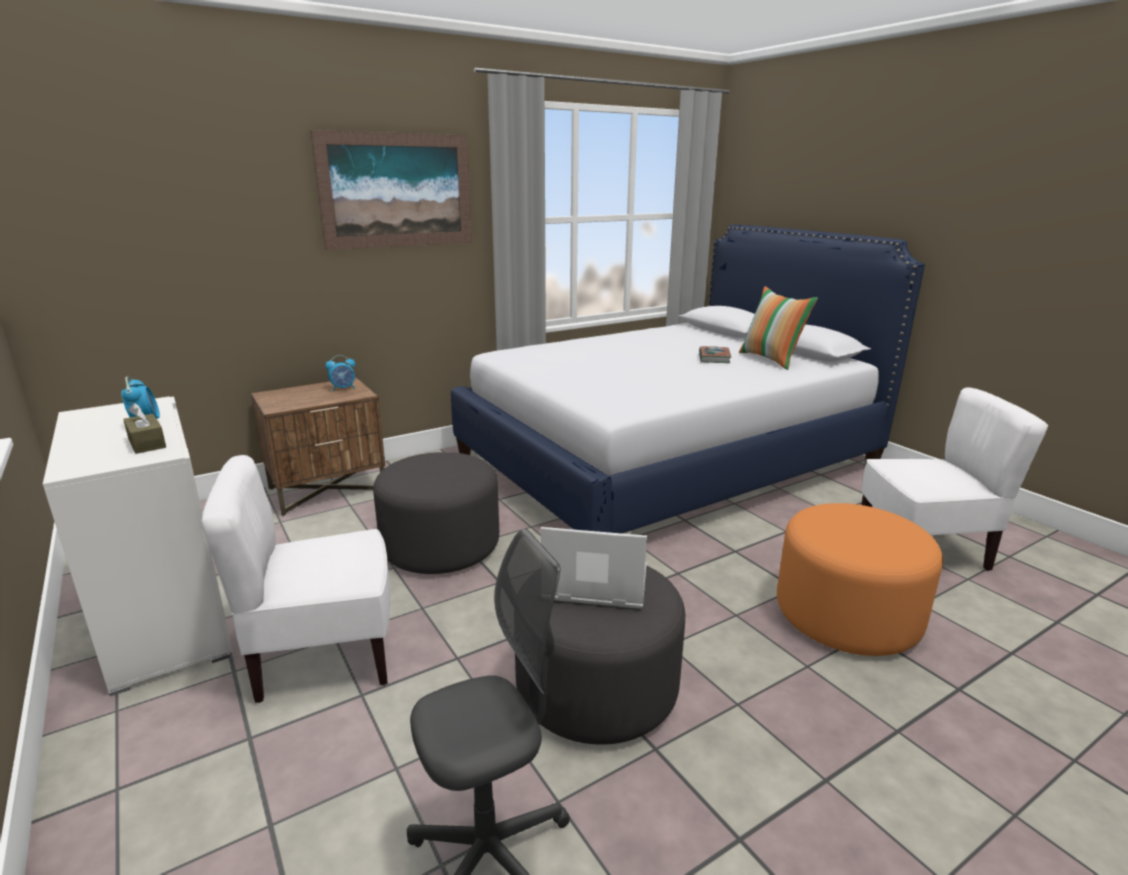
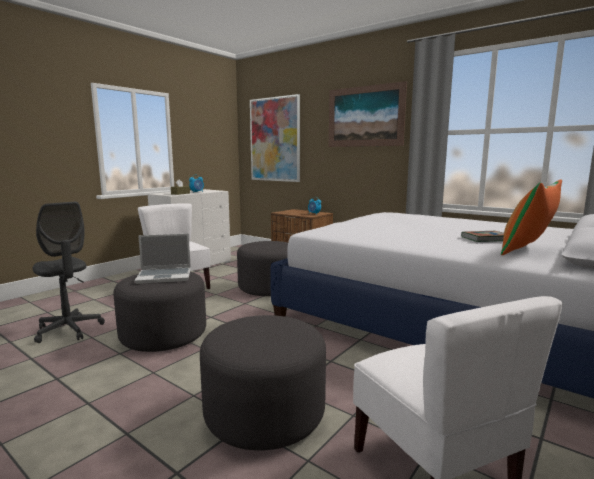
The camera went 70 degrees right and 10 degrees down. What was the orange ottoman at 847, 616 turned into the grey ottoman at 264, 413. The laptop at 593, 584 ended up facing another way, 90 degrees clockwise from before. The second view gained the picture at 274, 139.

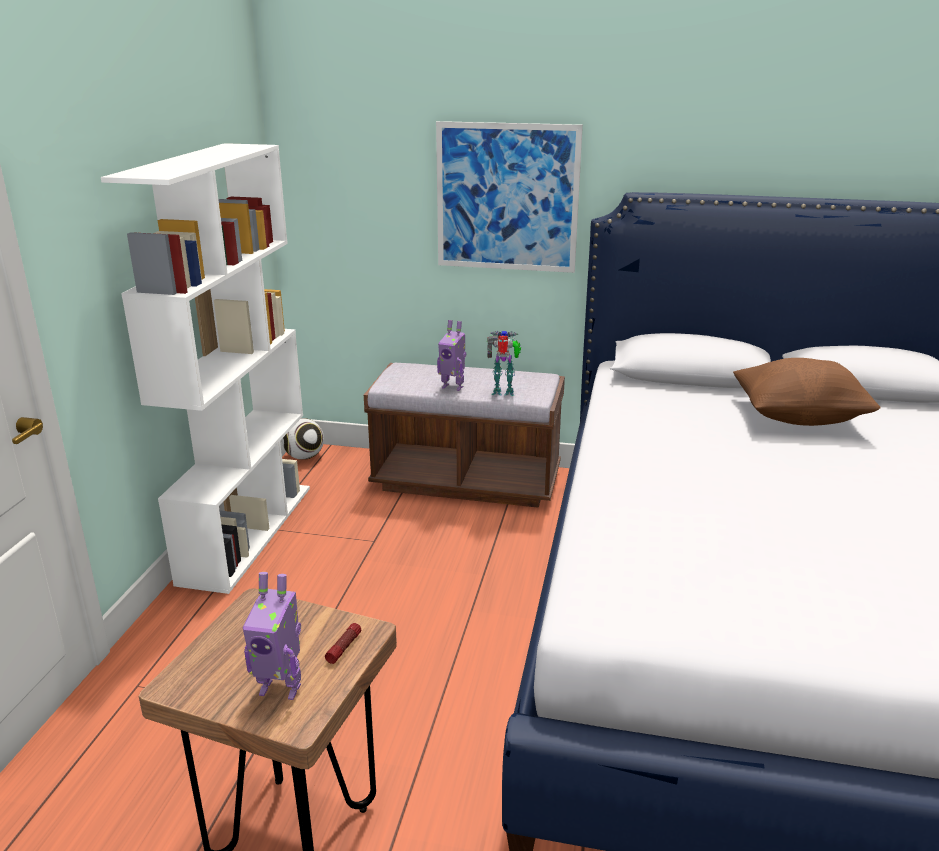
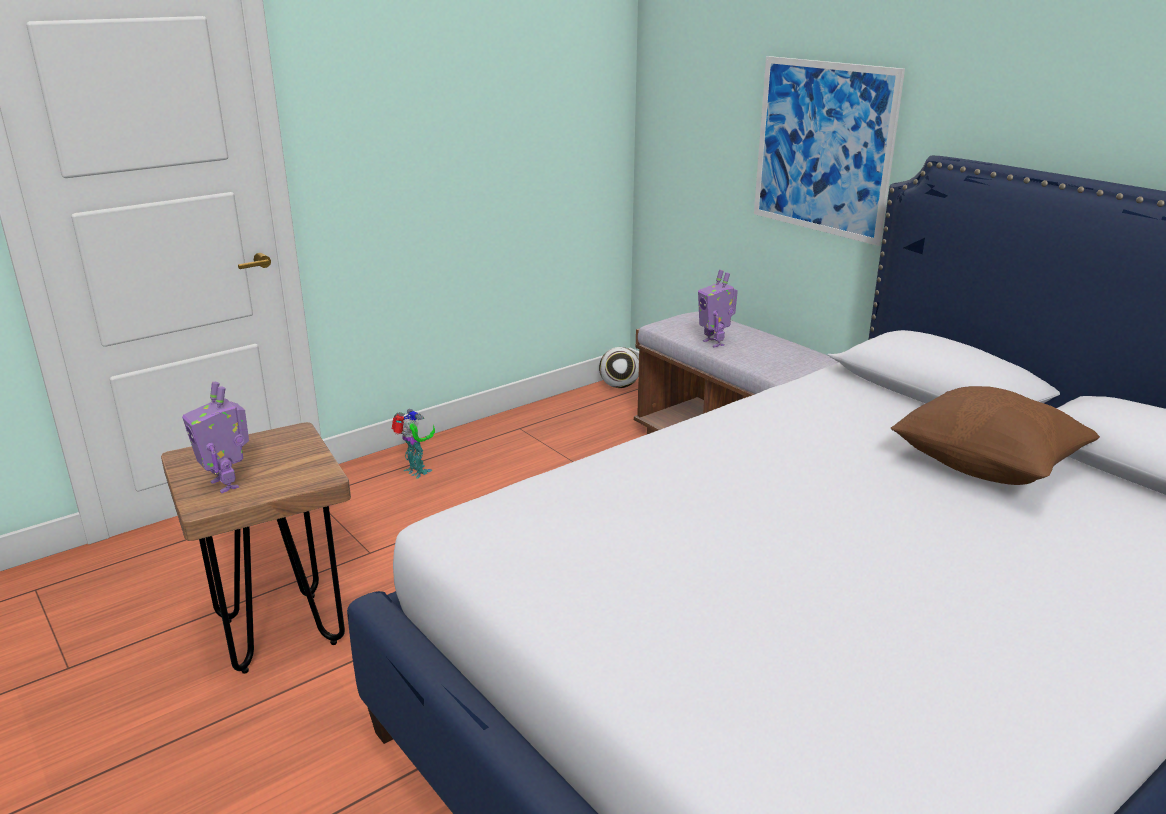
The camera went 40 degrees right and 0 degrees up. The second view lost the white bookcase at 247, 532. The toy robot ended up elsewhere, having gone from 504, 393 to 416, 472. The second view lost the flashlight at 344, 647.

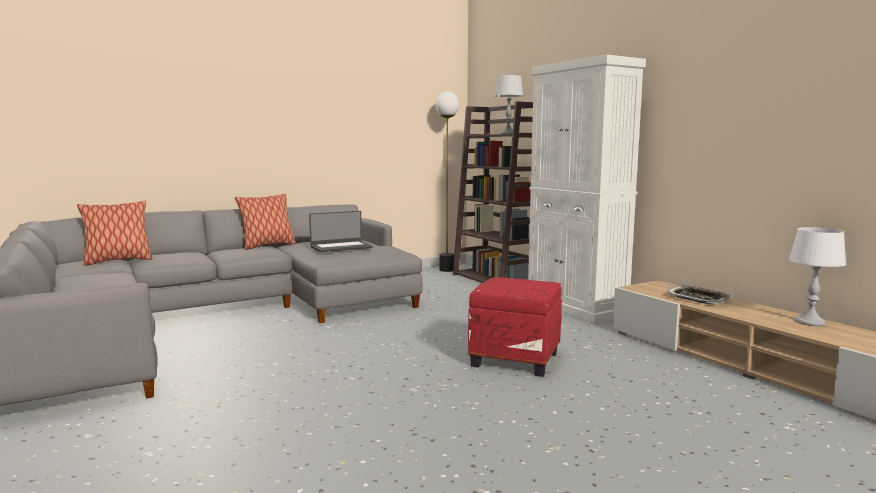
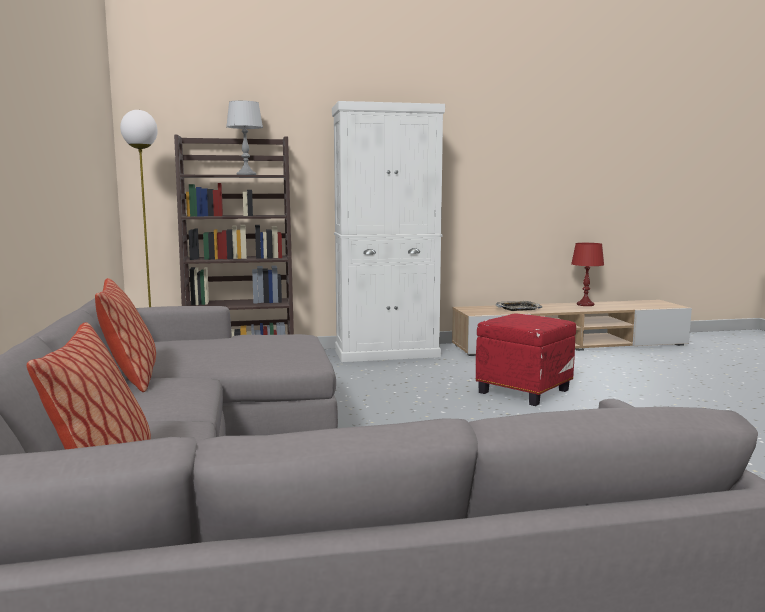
The camera went 70 degrees left and 0 degrees up. The second view lost the laptop at 341, 247. What was the white table lamp at 809, 322 turned into the red table lamp at 585, 304.

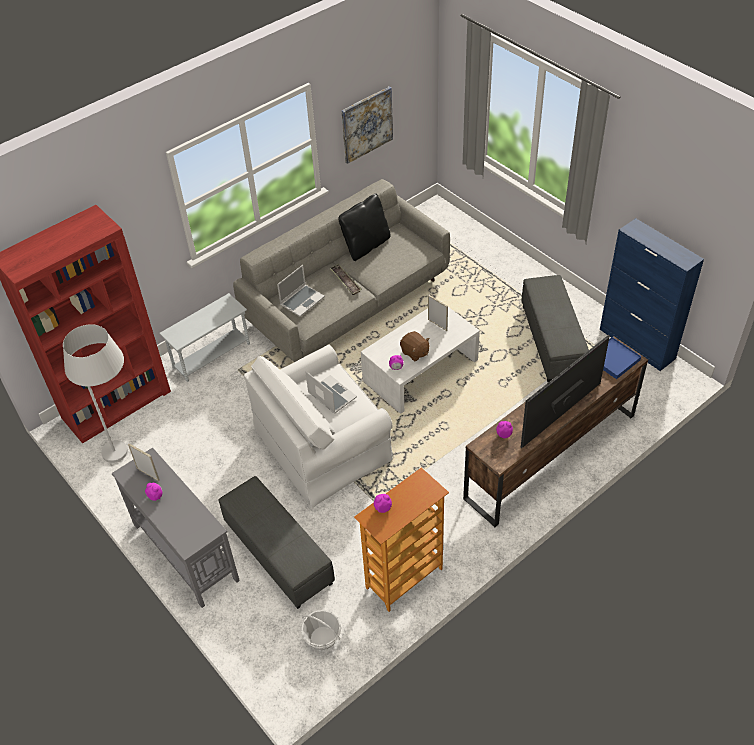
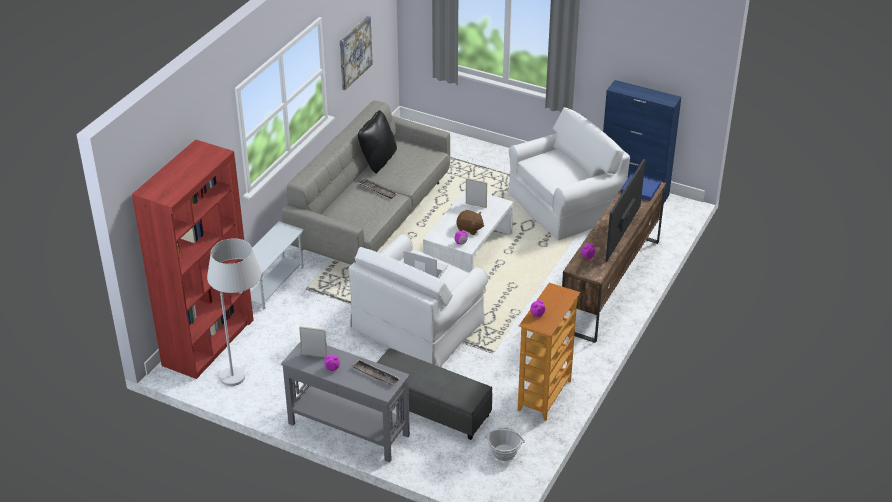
The camera went 25 degrees left and 10 degrees down. The second view lost the laptop at 302, 301. Where the grey ottoman stood at 552, 341, the white armchair came to stand at 565, 205. The second view gained the tray at 375, 374.

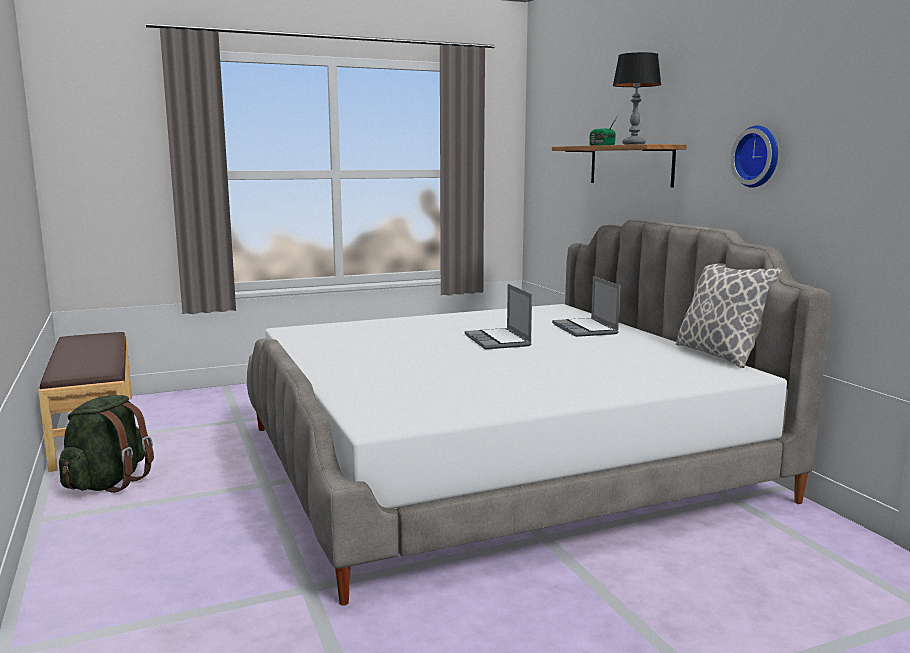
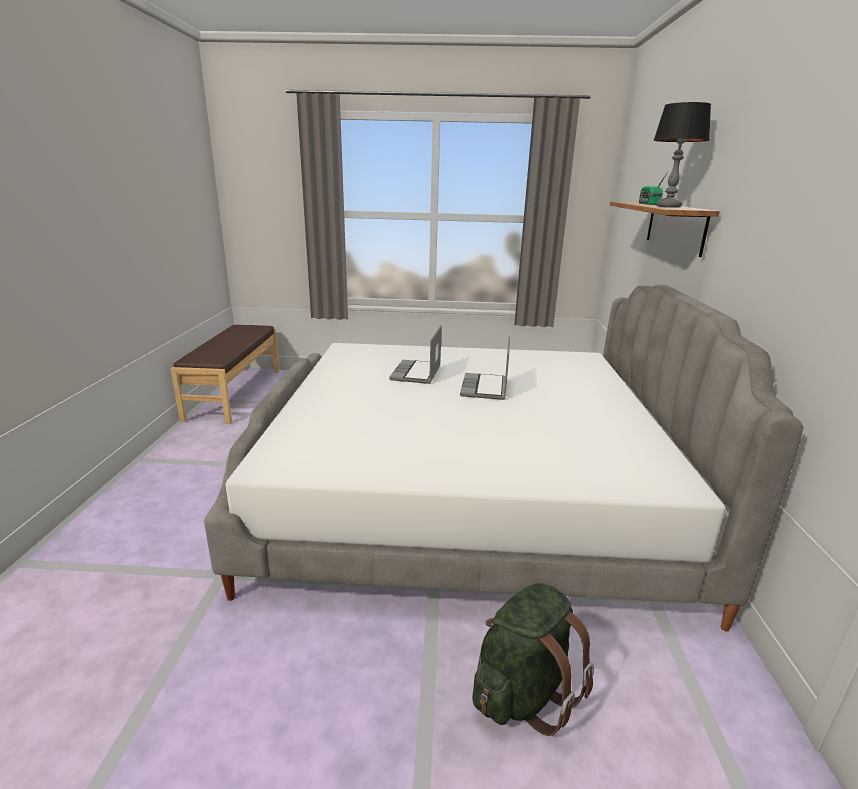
The camera went 25 degrees right and 10 degrees up. The second view lost the wall clock at 758, 156. The second view lost the pillow at 719, 355. The laptop ended up elsewhere, having gone from 586, 329 to 417, 373. The green backpack ended up elsewhere, having gone from 108, 483 to 523, 692.

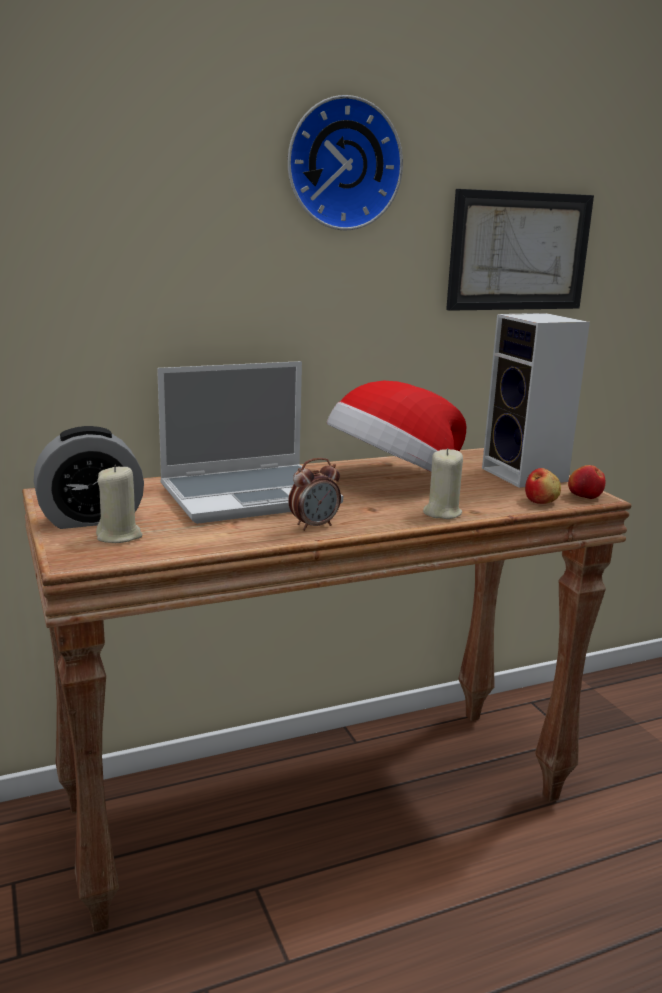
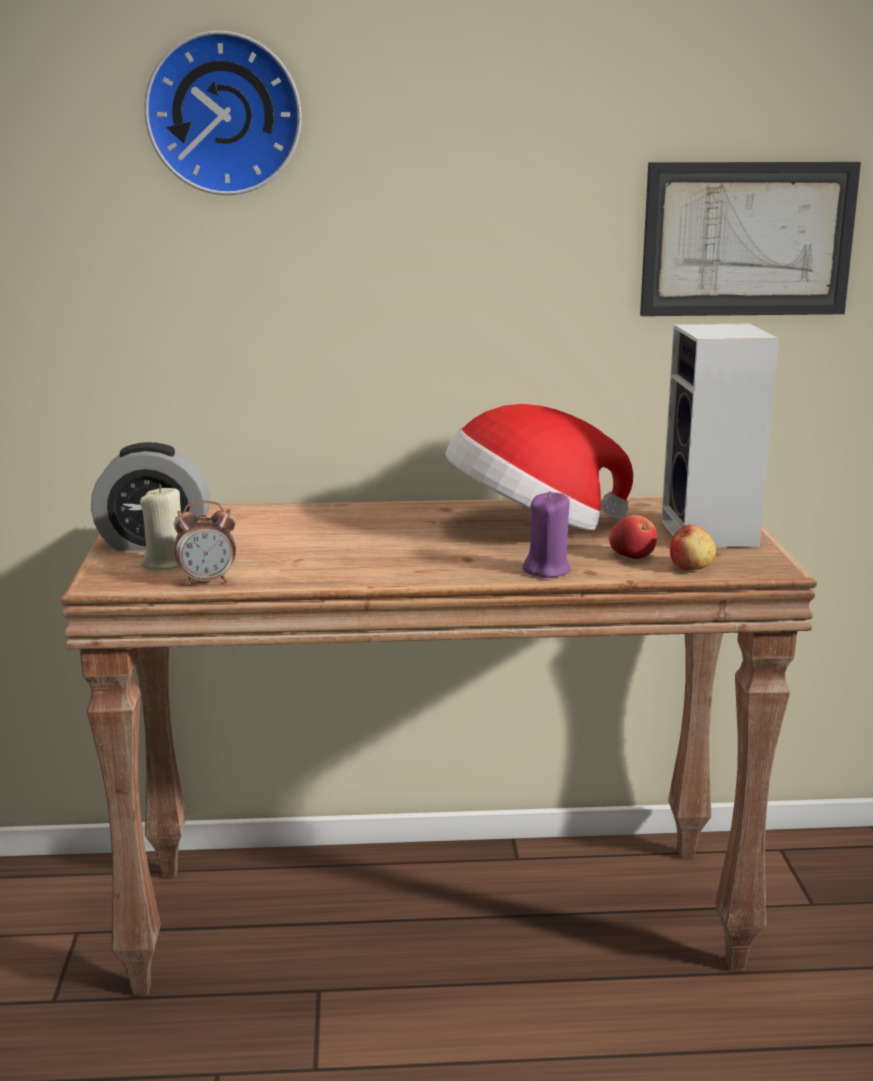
The camera went 20 degrees right and 0 degrees up. The wall clock ended up elsewhere, having gone from 342, 164 to 224, 114. The second view lost the laptop at 251, 495. What was the beige candle at 442, 513 turned into the purple candle at 547, 570. The alarm clock ended up elsewhere, having gone from 314, 526 to 207, 581. The apple ended up elsewhere, having gone from 584, 496 to 632, 555.

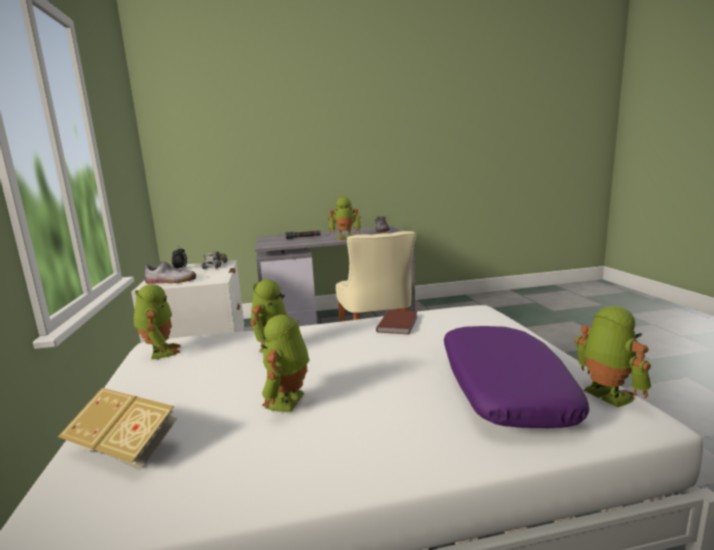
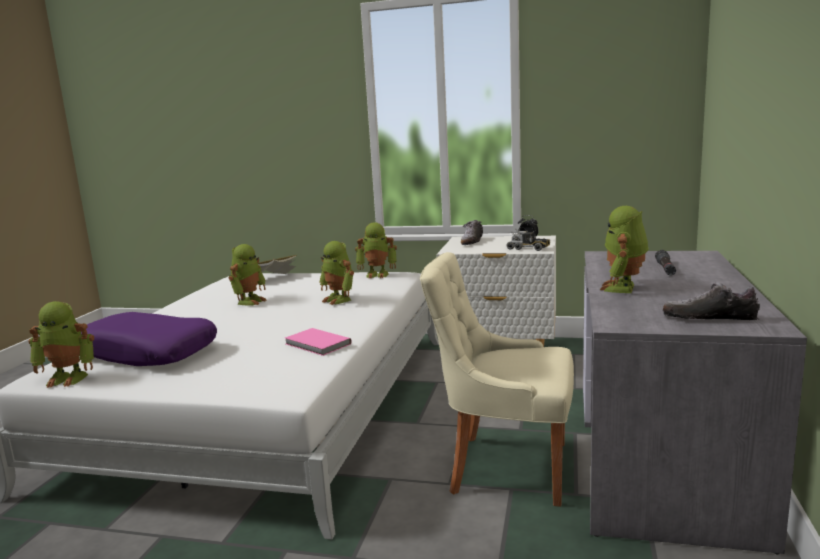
The camera went 115 degrees right and 0 degrees up. What was the brown book at 399, 324 turned into the pink book at 317, 344. The toy robot at 288, 401 ended up facing another way, 75 degrees clockwise from before.

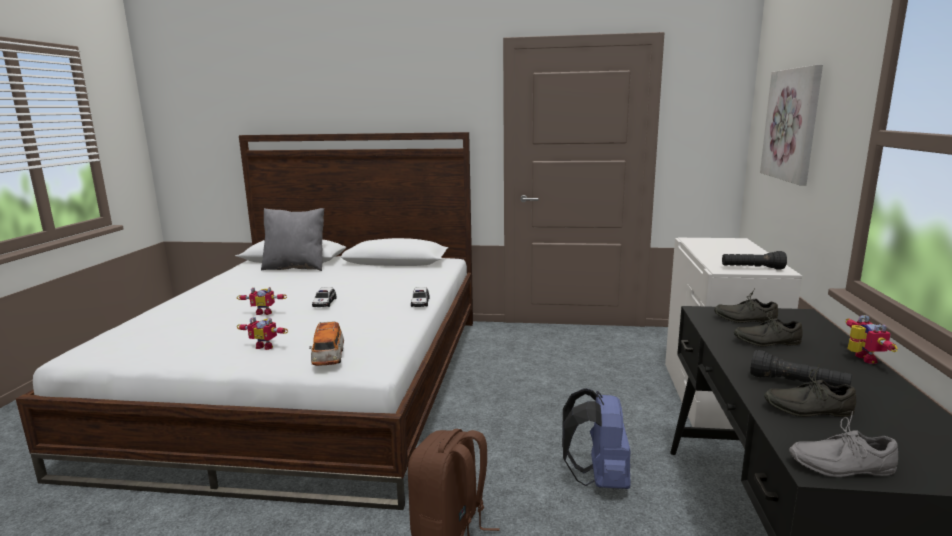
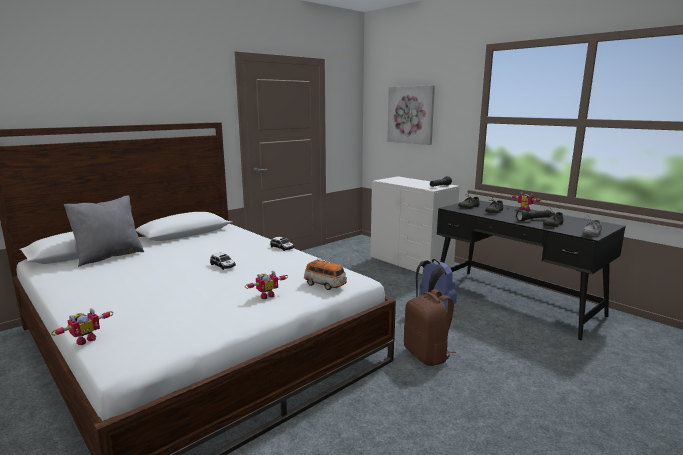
The camera went 50 degrees left and 0 degrees up. The toy robot ended up elsewhere, having gone from 265, 312 to 85, 340.

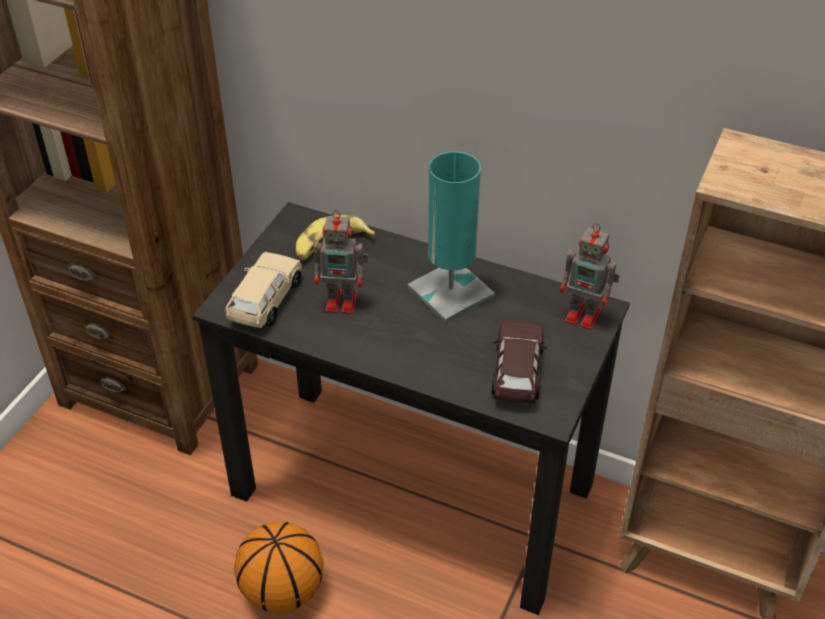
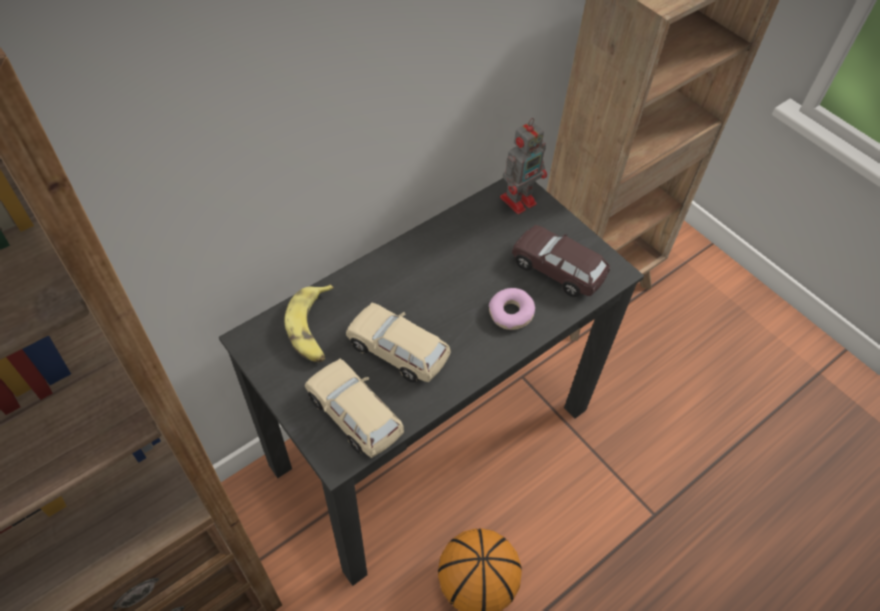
The camera went 65 degrees left and 10 degrees up. The second view lost the turquoise table lamp at 450, 292. Where the toy robot stood at 343, 301, the beige toy car came to stand at 398, 351. The second view gained the donut at 510, 313.

